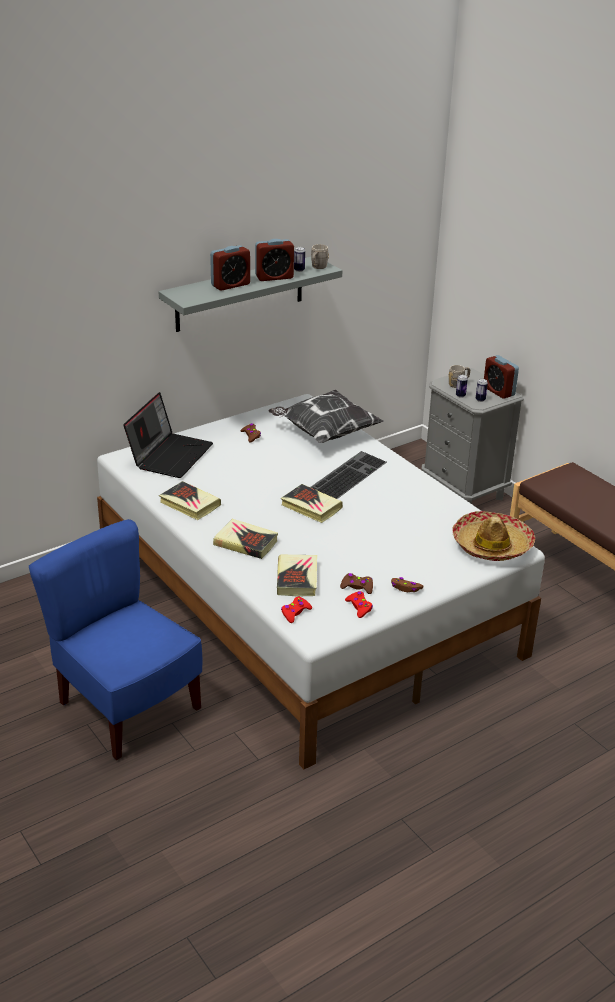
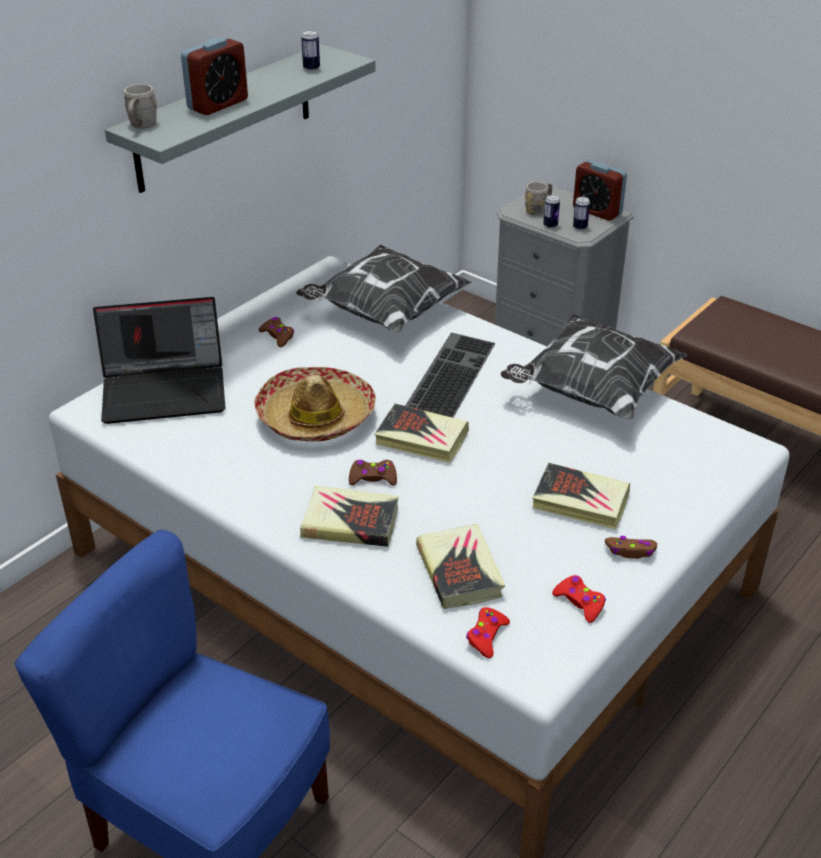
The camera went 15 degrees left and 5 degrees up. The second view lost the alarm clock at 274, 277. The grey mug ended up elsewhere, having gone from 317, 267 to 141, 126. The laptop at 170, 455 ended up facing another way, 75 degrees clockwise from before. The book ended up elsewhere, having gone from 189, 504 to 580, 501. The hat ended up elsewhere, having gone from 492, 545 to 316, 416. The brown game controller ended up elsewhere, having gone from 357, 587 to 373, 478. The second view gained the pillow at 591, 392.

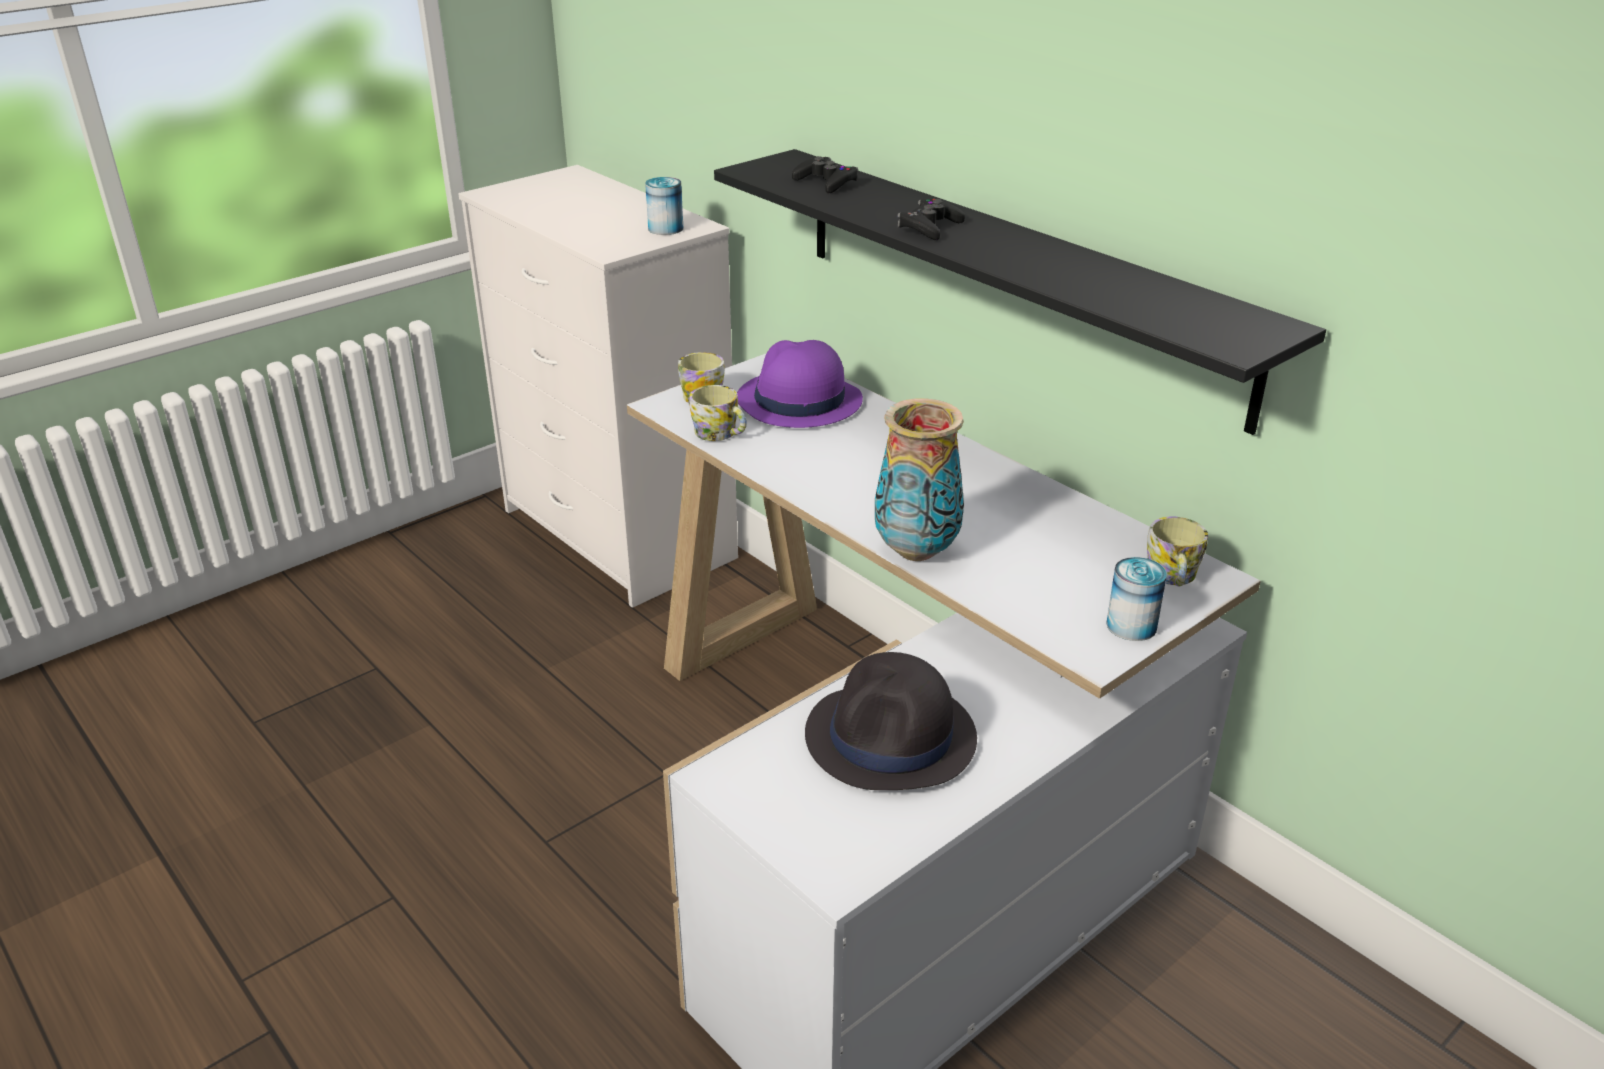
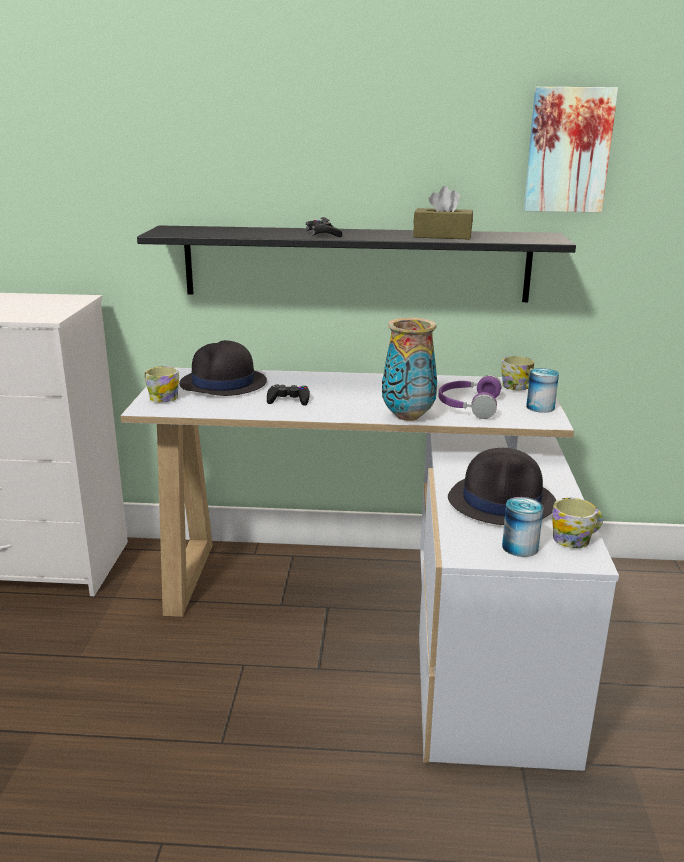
The camera went 45 degrees left and 10 degrees down. The black game controller ended up elsewhere, having gone from 826, 182 to 288, 400. The can ended up elsewhere, having gone from 665, 228 to 520, 547. What was the purple hat at 798, 401 turned into the black hat at 223, 384. The mug ended up elsewhere, having gone from 720, 434 to 576, 539. The second view gained the picture at 568, 150. The second view gained the brown tissue box at 442, 236. The second view gained the purple headphones at 468, 406.

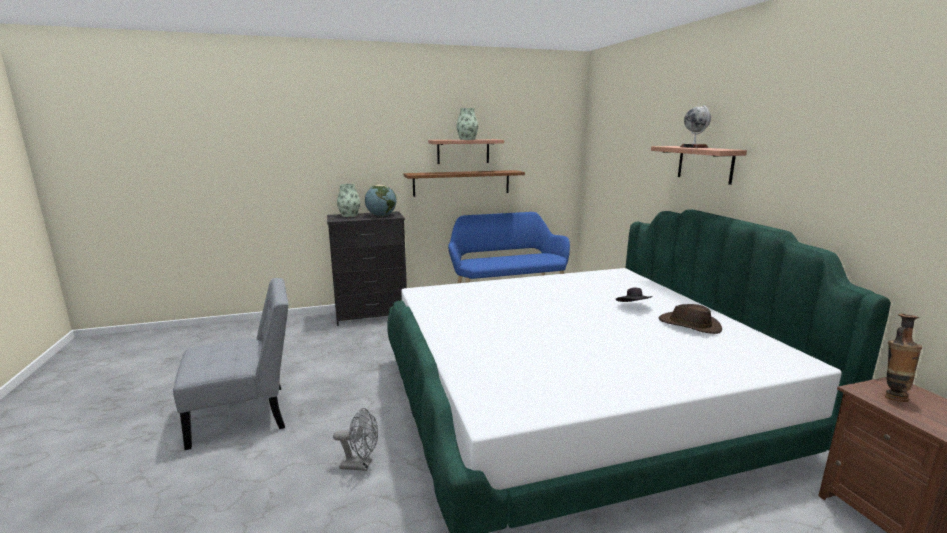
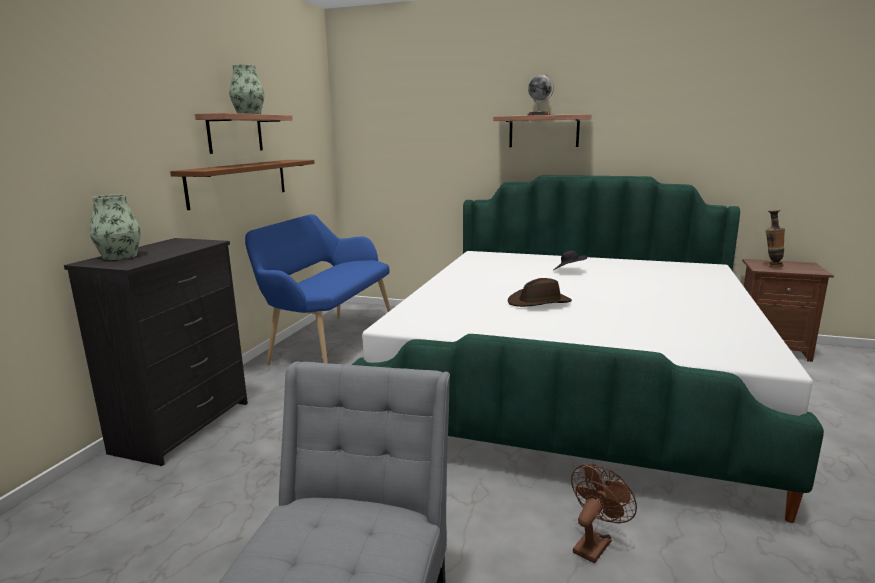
The camera went 55 degrees left and 0 degrees up. The second view lost the globe at 381, 215. The brown hat ended up elsewhere, having gone from 689, 325 to 539, 302. What was the grey fan at 360, 465 turned into the brown fan at 594, 543.

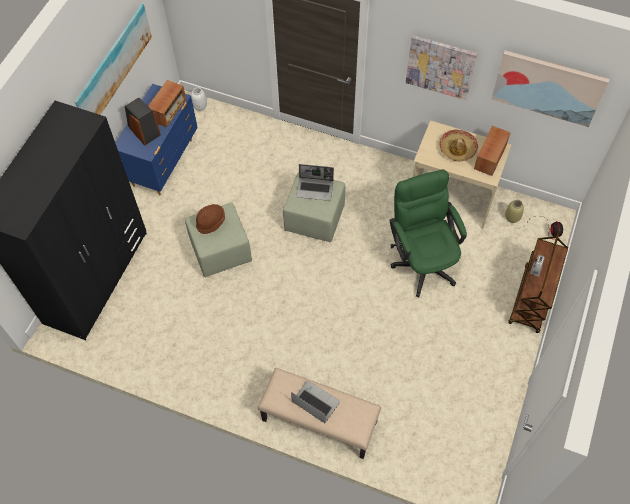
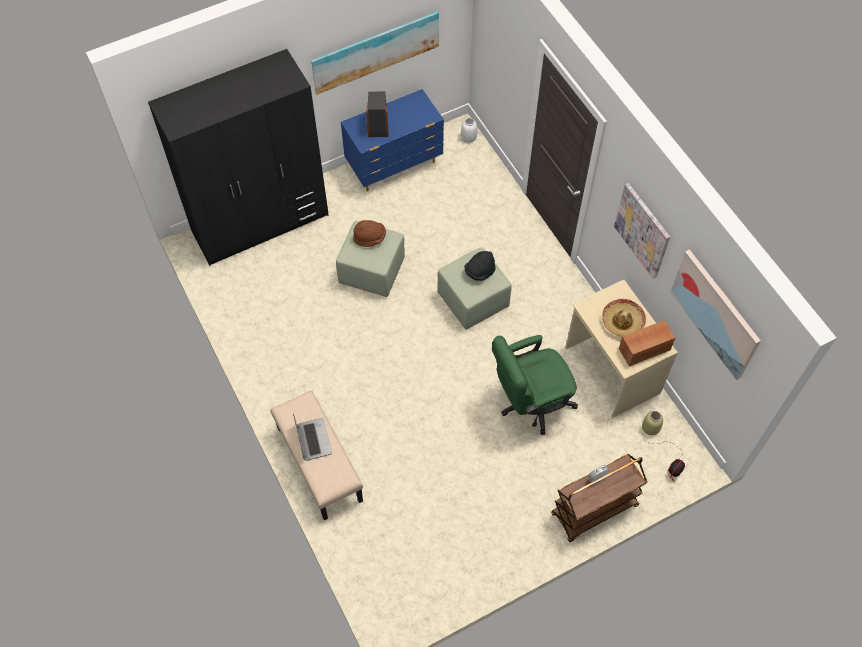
The camera went 40 degrees right and 0 degrees up. The second view lost the radio at 168, 110. Where the laptop stood at 315, 189, the black hat came to stand at 480, 271. The green office chair at 422, 260 ended up facing another way, 135 degrees counterclockwise from before.

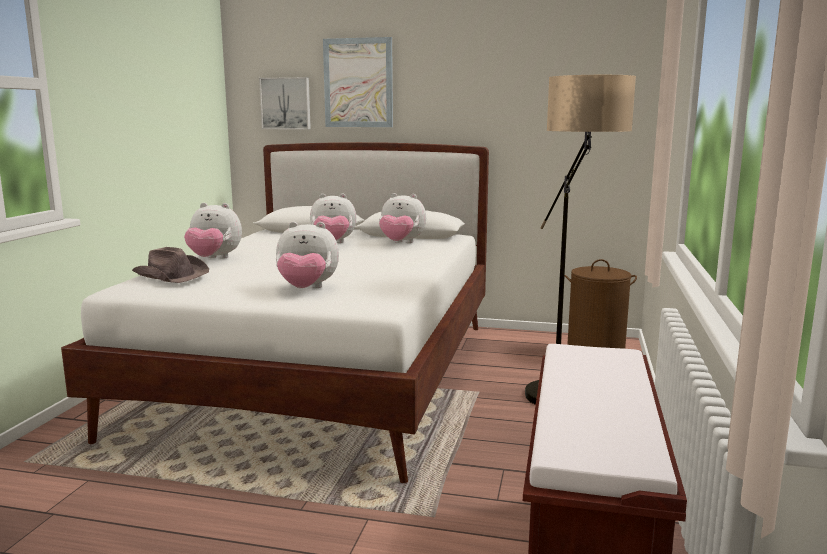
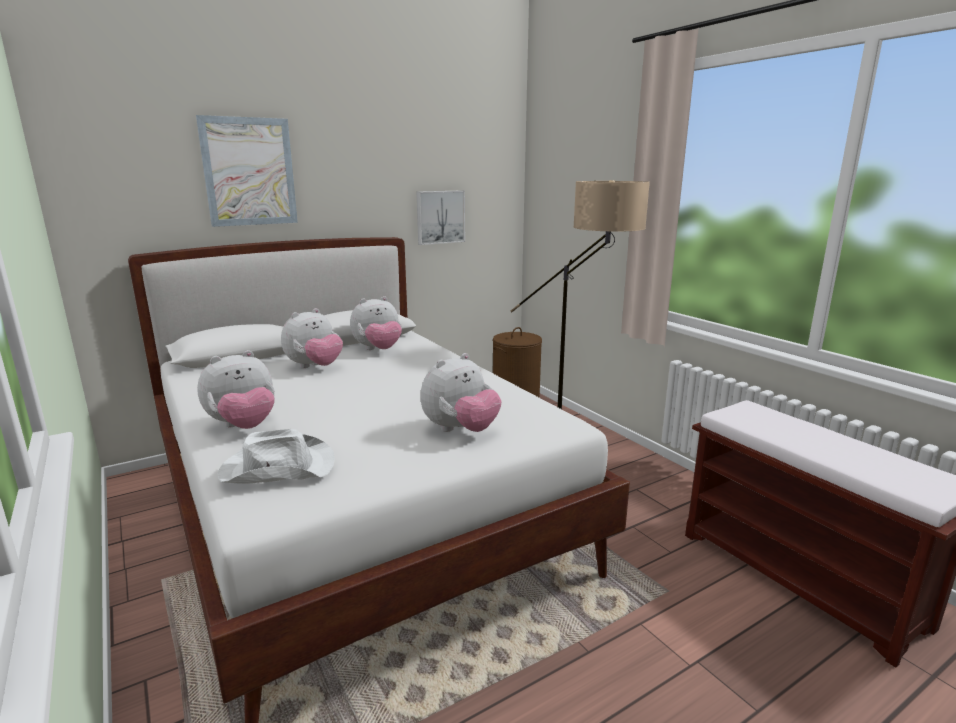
The camera went 45 degrees left and 5 degrees up. The picture ended up elsewhere, having gone from 286, 103 to 440, 217. What was the brown hat at 171, 275 turned into the white hat at 277, 468.

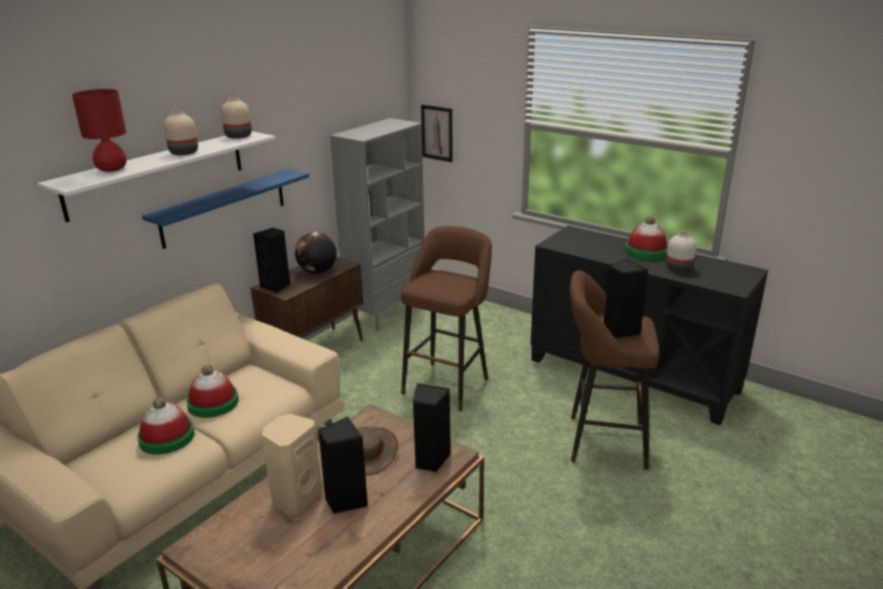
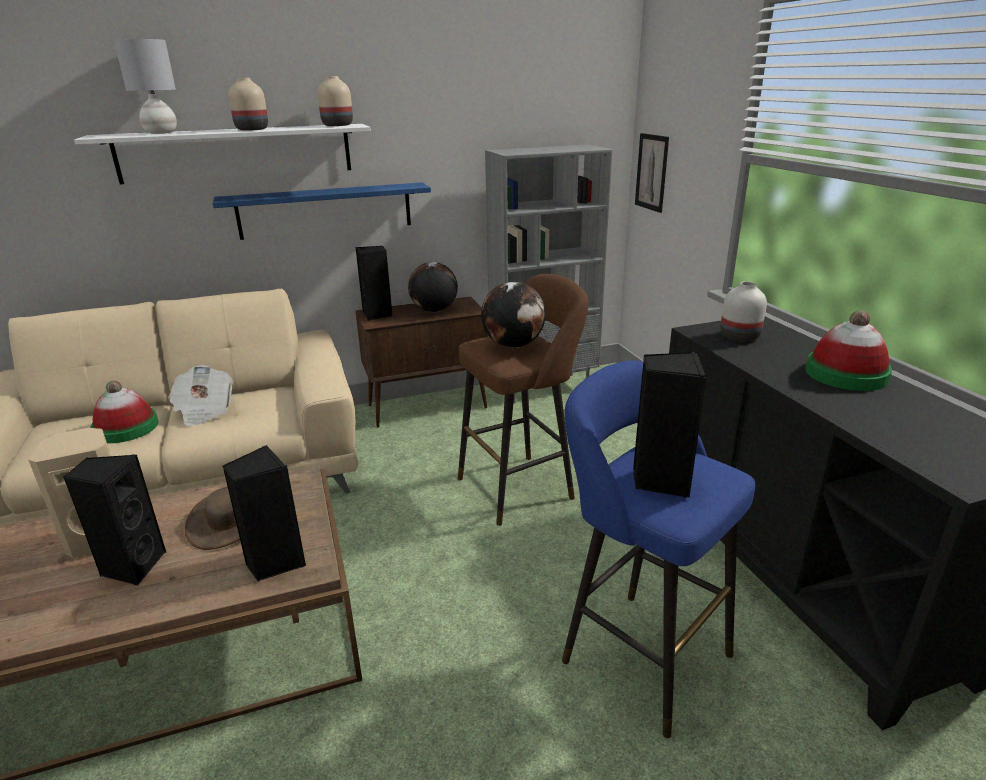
The camera went 35 degrees right and 0 degrees up. What was the red table lamp at 111, 169 turned into the grey table lamp at 160, 133. The white vase ended up elsewhere, having gone from 678, 268 to 740, 336. What was the brown stool at 601, 441 turned into the blue stool at 638, 652. Where the hat stood at 213, 403, the newspaper came to stand at 204, 410. The second view gained the globe at 513, 345.

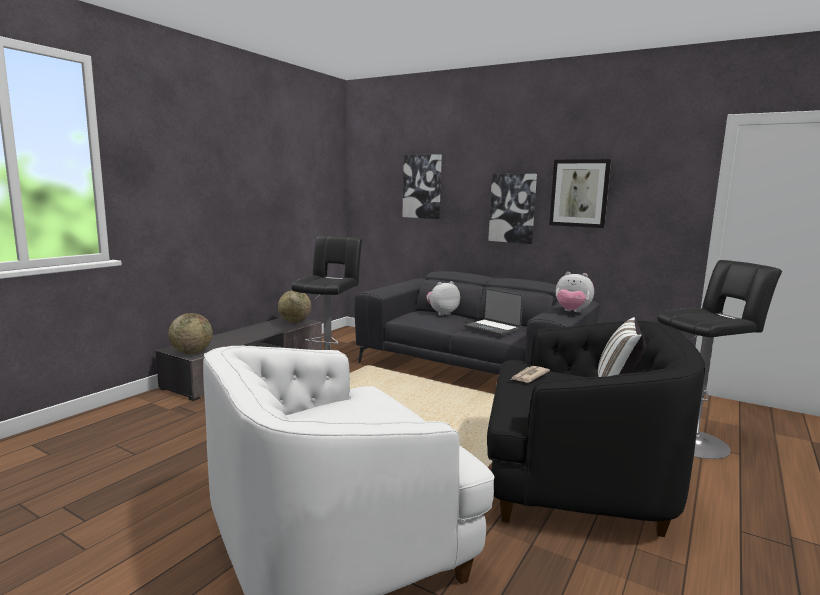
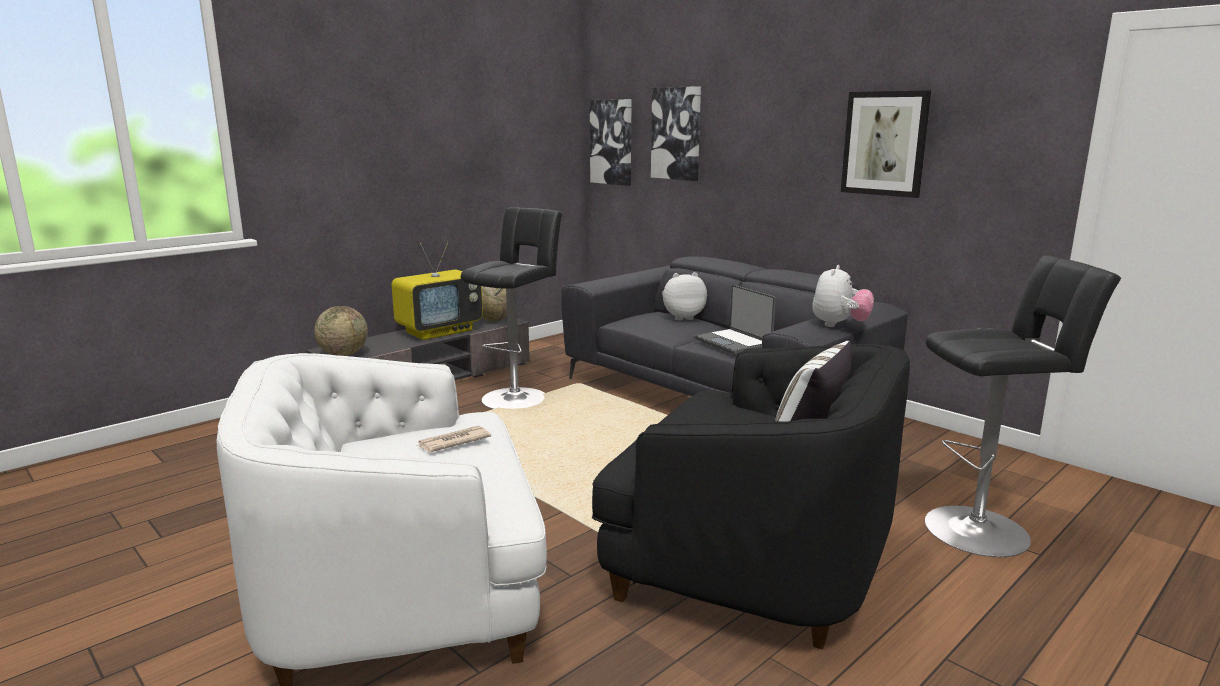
The camera went 15 degrees right and 5 degrees up. The picture ended up elsewhere, having gone from 512, 208 to 612, 142. The plush toy at 571, 312 ended up facing another way, 105 degrees counterclockwise from before. The newspaper ended up elsewhere, having gone from 529, 376 to 453, 442. The second view gained the television at 440, 331.

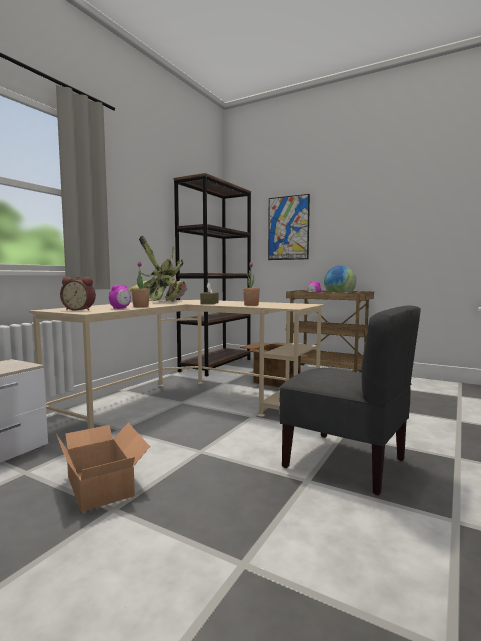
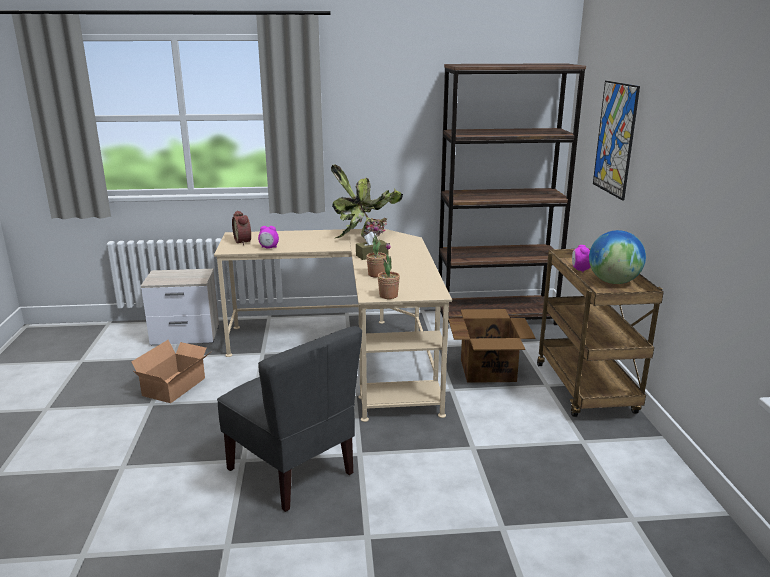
The camera went 55 degrees right and 15 degrees up. The potted plant ended up elsewhere, having gone from 141, 306 to 388, 296. The grey chair at 345, 463 ended up facing another way, 45 degrees counterclockwise from before.

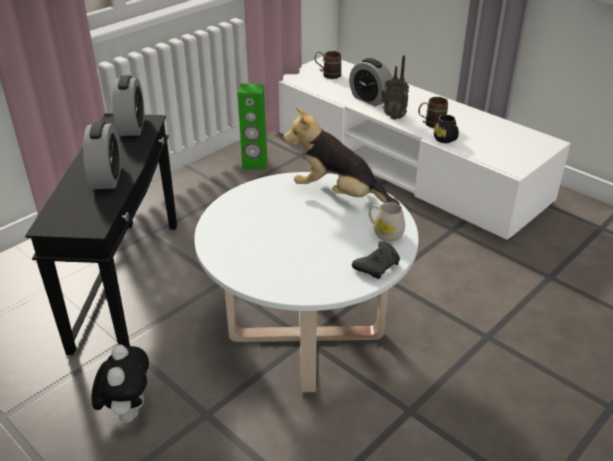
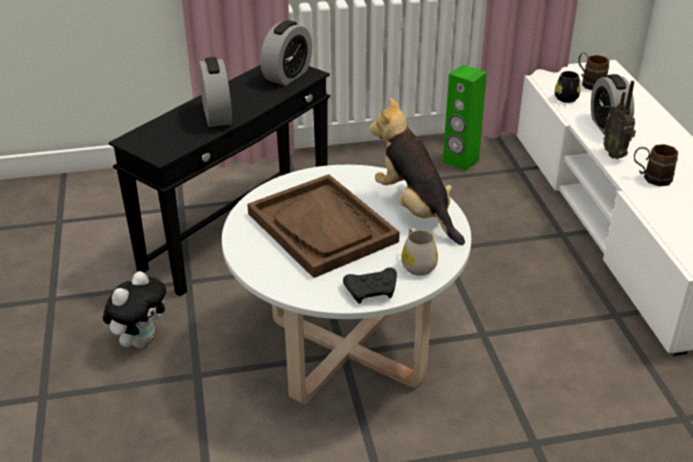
The camera went 35 degrees right and 0 degrees up. The black mug ended up elsewhere, having gone from 446, 140 to 566, 99. The alarm clock at 107, 178 ended up facing another way, 45 degrees counterclockwise from before. The second view gained the brown tray at 322, 227.

